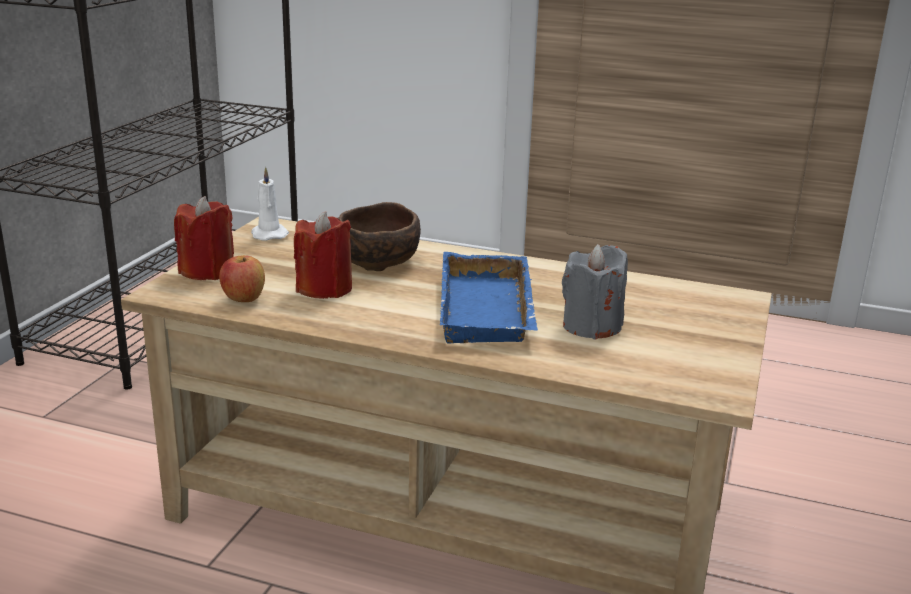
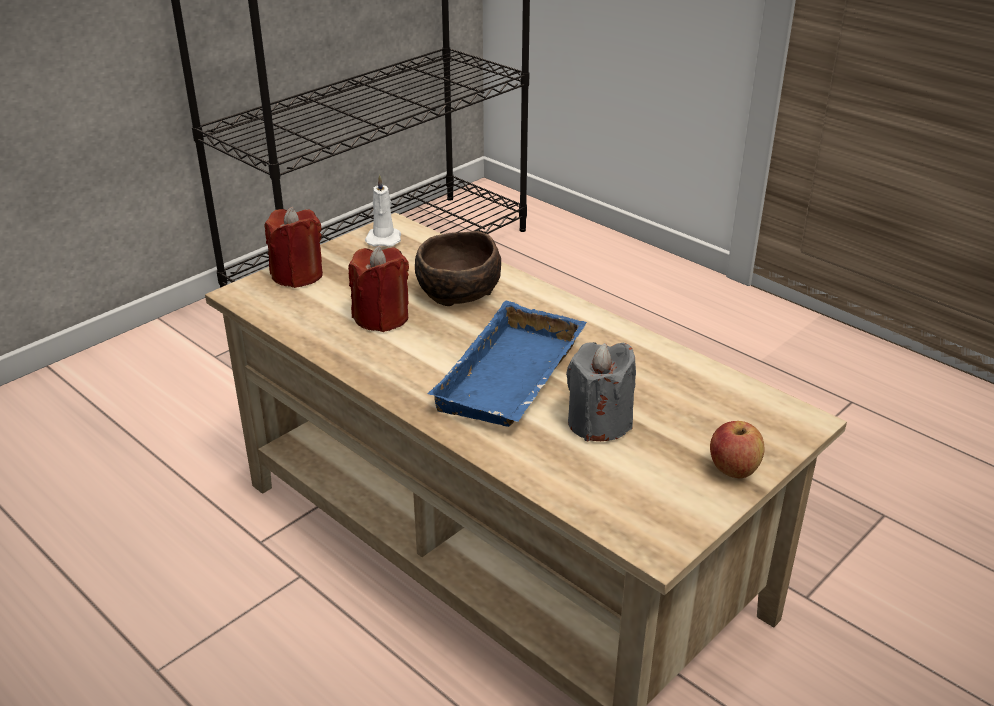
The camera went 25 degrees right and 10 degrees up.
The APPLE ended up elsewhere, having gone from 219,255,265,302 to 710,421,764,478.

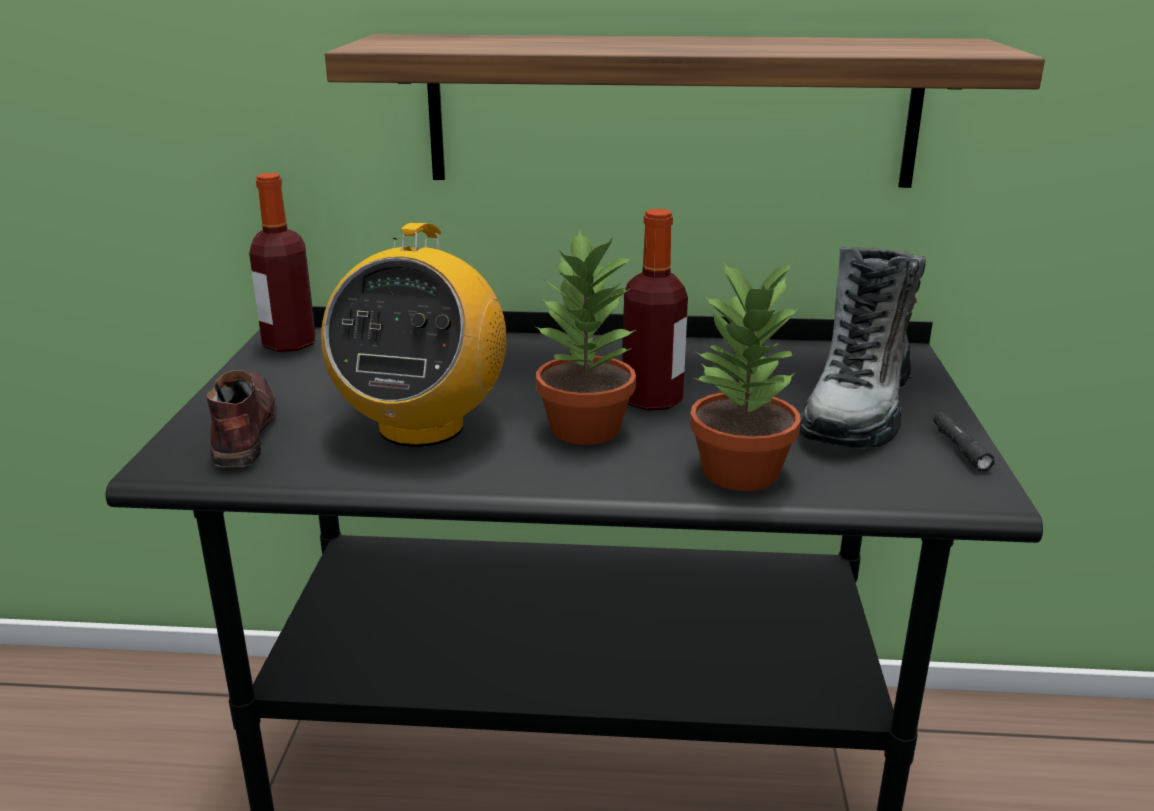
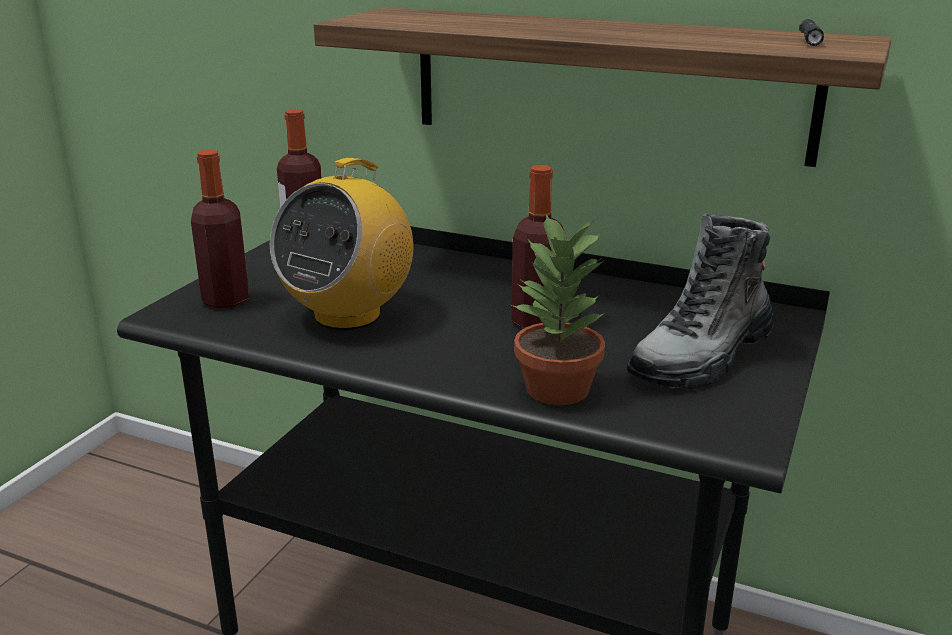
The camera went 20 degrees right and 0 degrees up.
The second view lost the POTTED PLANT at 535,230,636,445.
The BLACK FLASHLIGHT ended up elsewhere, having gone from 934,412,995,471 to 799,19,824,46.
Where the BROWN SHOE stood at 207,370,277,467, the BOTTLE came to stand at 191,149,249,308.

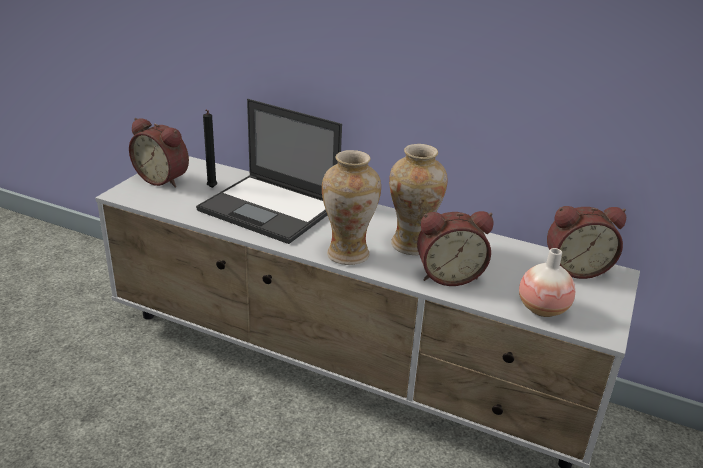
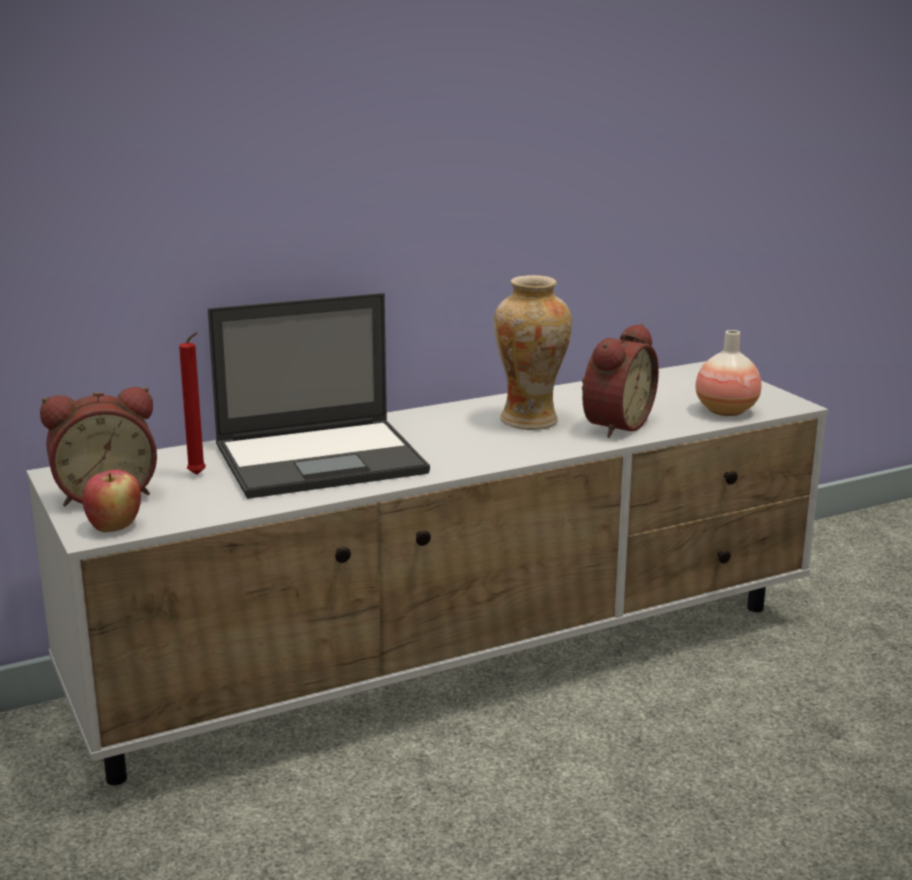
The camera went 50 degrees left and 10 degrees down.
The second view lost the VASE at 322,150,381,265.
The second view lost the ALARM CLOCK at 547,206,626,279.
The second view gained the APPLE at 83,469,141,532.
What was the BLACK CANDLE at 203,110,217,188 turned into the RED CANDLE at 179,332,206,475.

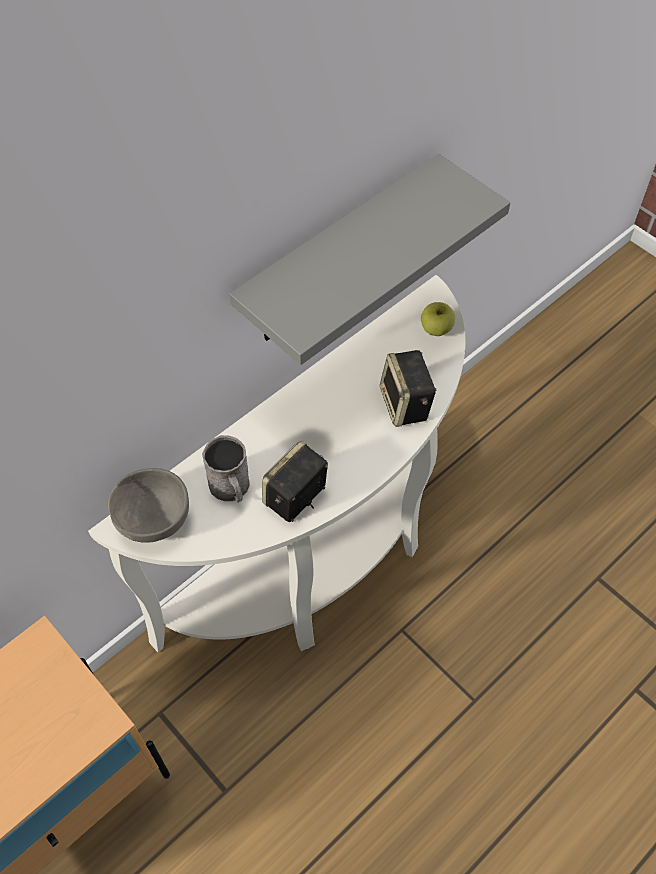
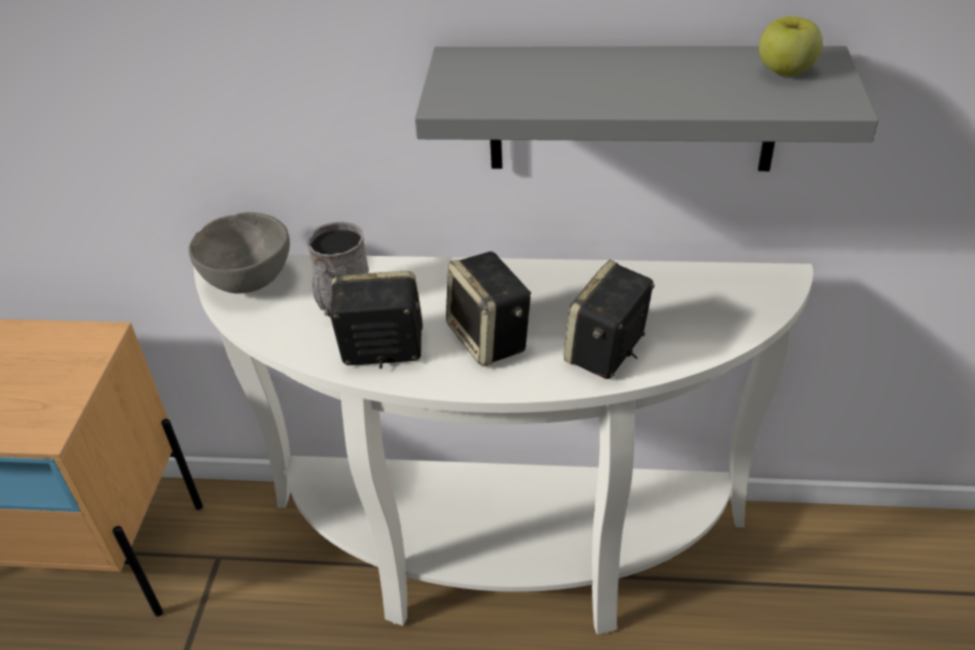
The camera went 50 degrees right and 15 degrees down.
The second view gained the SPEAKER at 446,252,531,367.
The APPLE ended up elsewhere, having gone from 421,302,455,336 to 759,16,823,76.

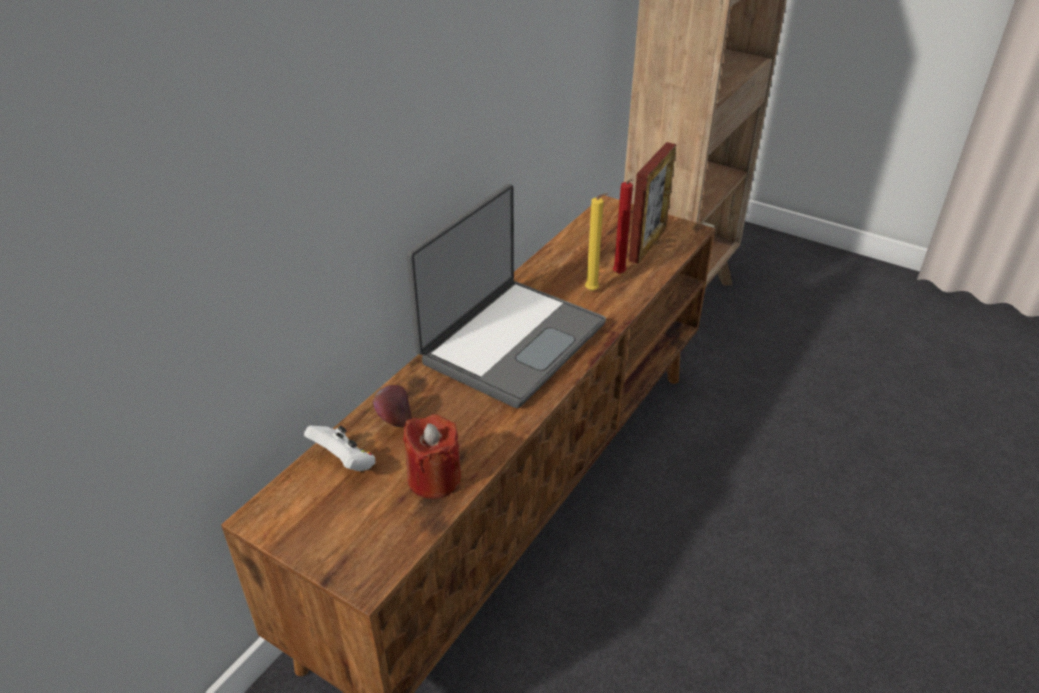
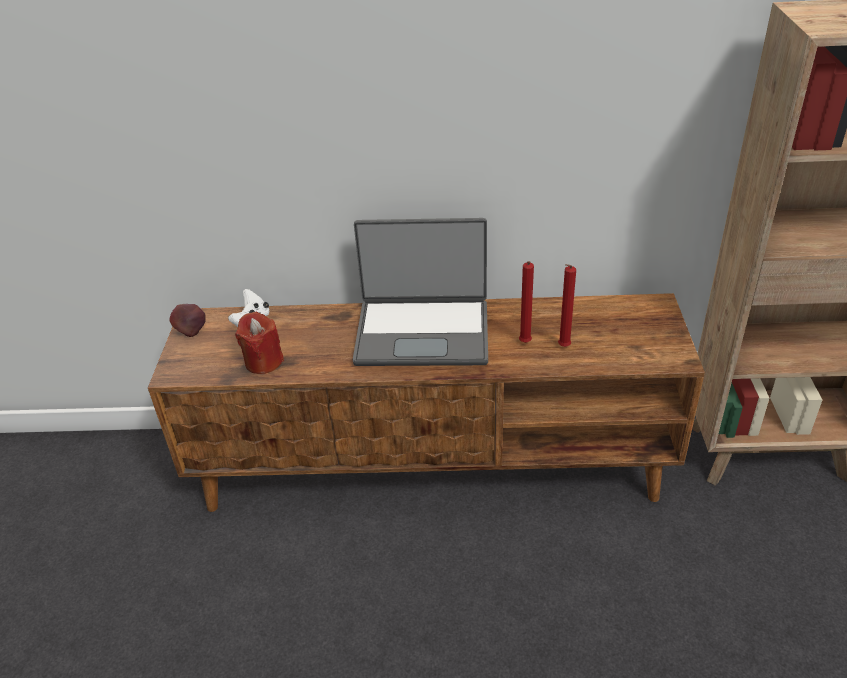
The camera went 60 degrees right and 0 degrees up.
The second view lost the PICTURE FRAME at 629,142,676,264.
The APPLE ended up elsewhere, having gone from 373,385,412,427 to 169,304,206,337.
What was the YELLOW CANDLE at 585,193,608,291 turned into the RED CANDLE at 519,261,534,343.

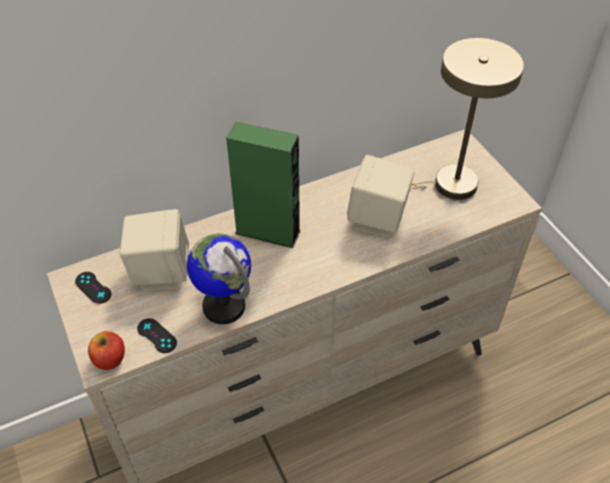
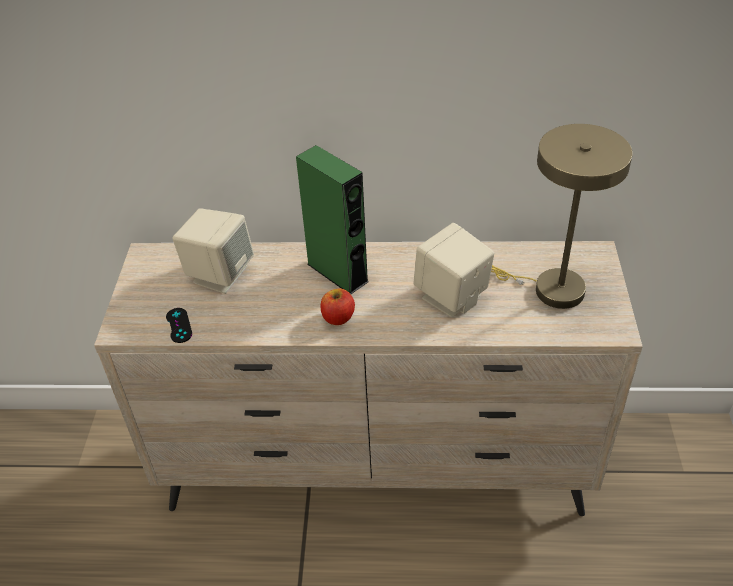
The camera went 30 degrees right and 5 degrees down.
The second view lost the BLACK GAME CONTROLLER at 75,272,111,304.
The second view lost the GLOBE at 187,234,251,324.
The APPLE ended up elsewhere, having gone from 88,331,125,370 to 321,288,355,325.

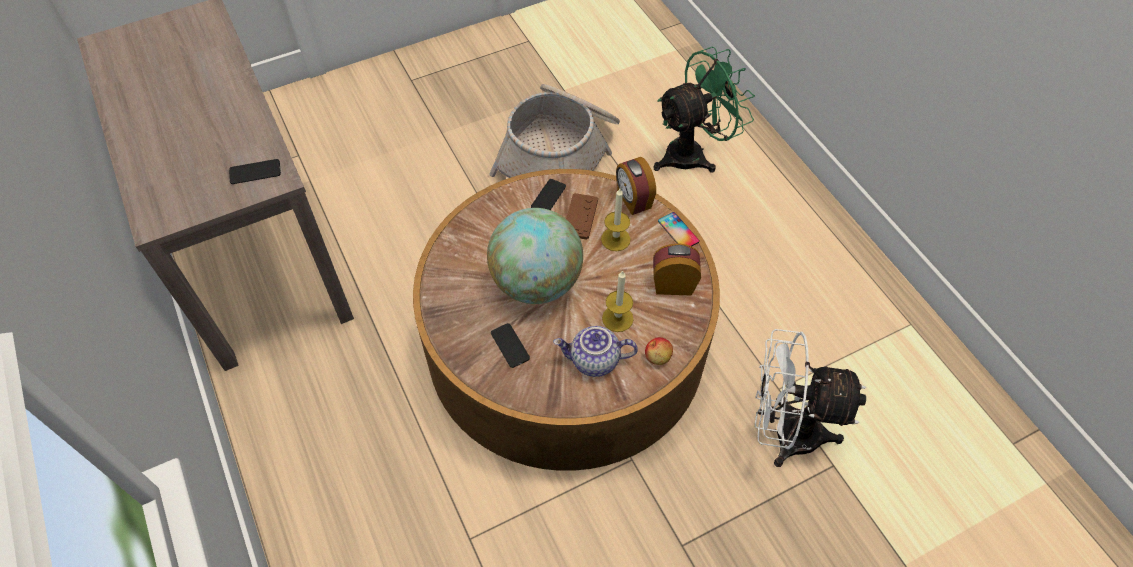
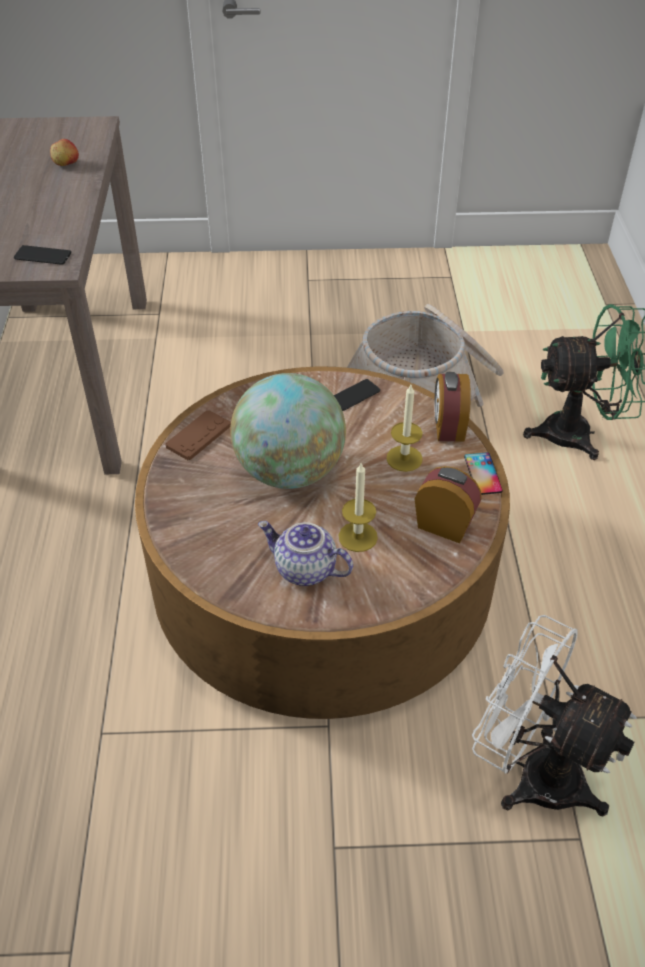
The camera went 25 degrees right and 10 degrees down.
The second view lost the PHONE at 491,323,530,368.
The BROWN GAME CONTROLLER ended up elsewhere, having gone from 566,193,598,240 to 166,410,231,460.
The APPLE ended up elsewhere, having gone from 645,337,673,365 to 50,139,79,166.

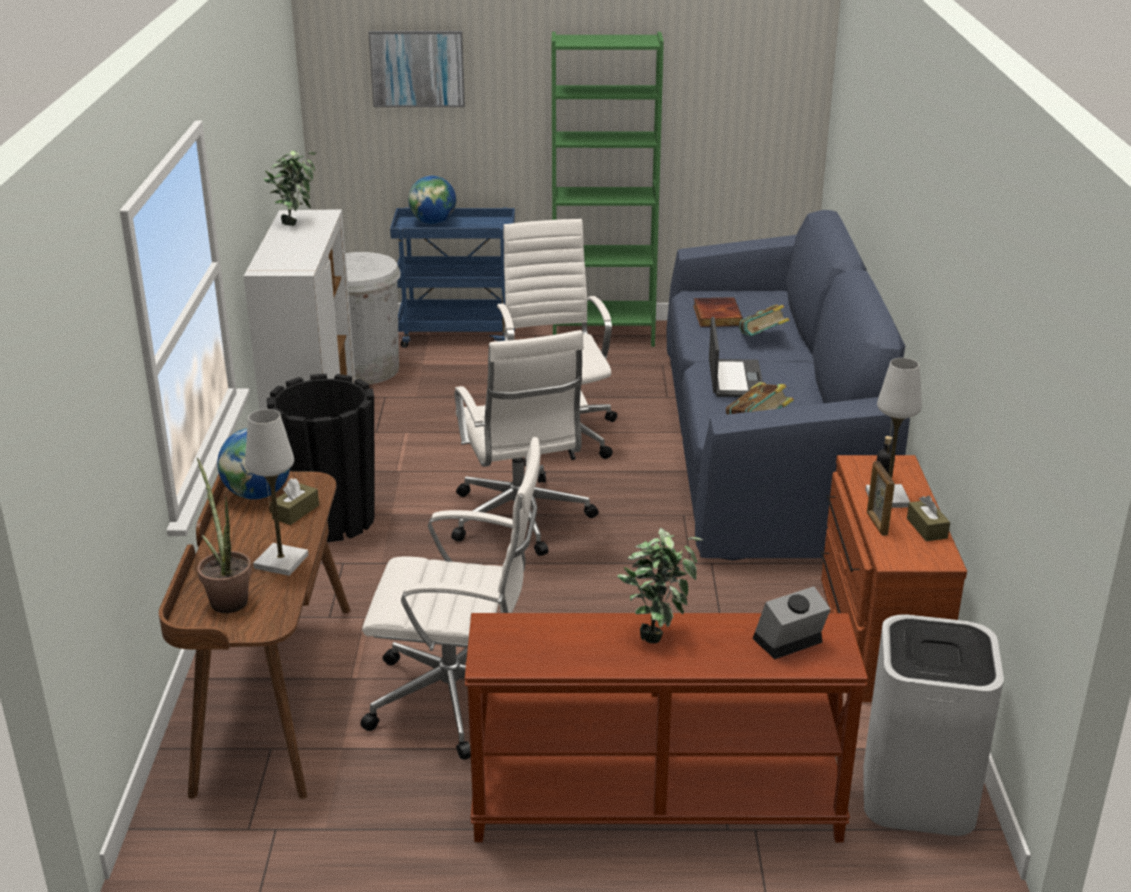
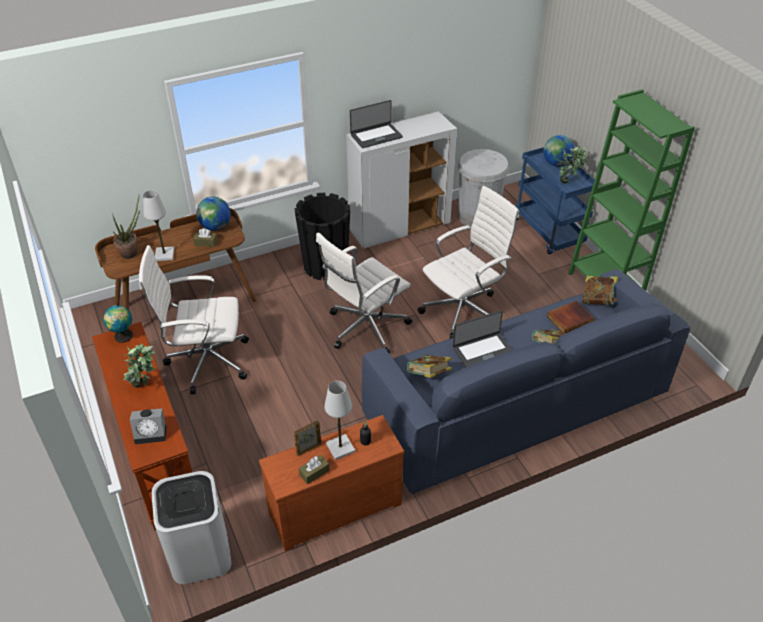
The camera went 65 degrees right and 15 degrees up.
The second view lost the PICTURE at 368,31,465,107.
The second view gained the GLOBE at 103,305,133,343.
The second view gained the LAPTOP at 350,100,403,148.
The second view gained the BOOK at 582,276,618,305.
The POTTED PLANT ended up elsewhere, having gone from 263,150,316,226 to 559,147,589,184.
The WHITE OFFICE CHAIR at 361,437,541,760 ended up facing another way, 105 degrees clockwise from before.
The ALARM CLOCK at 753,586,831,659 ended up facing another way, 135 degrees clockwise from before.

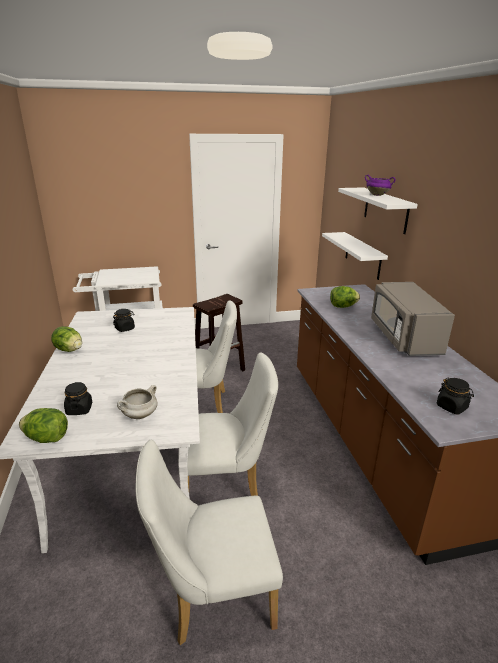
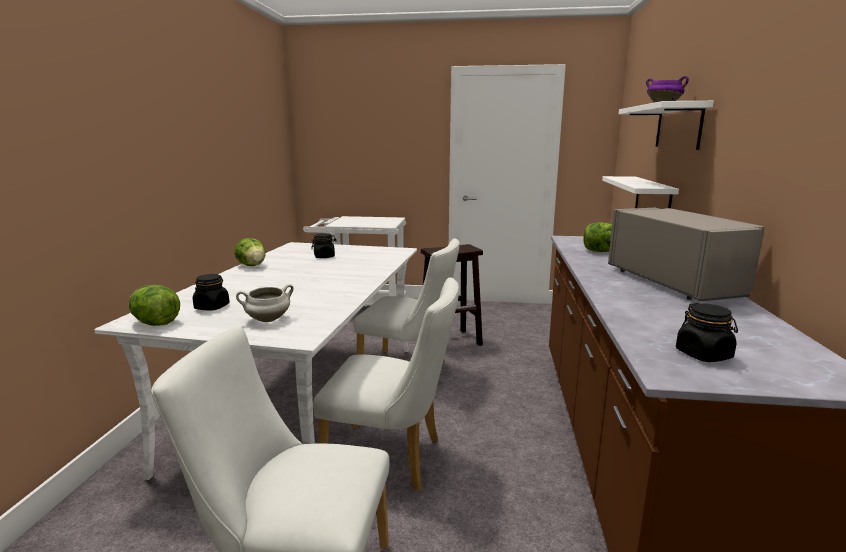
The camera went 20 degrees right and 10 degrees down.
The GREY MICROWAVE at 371,282,455,356 ended up facing another way, 150 degrees clockwise from before.

